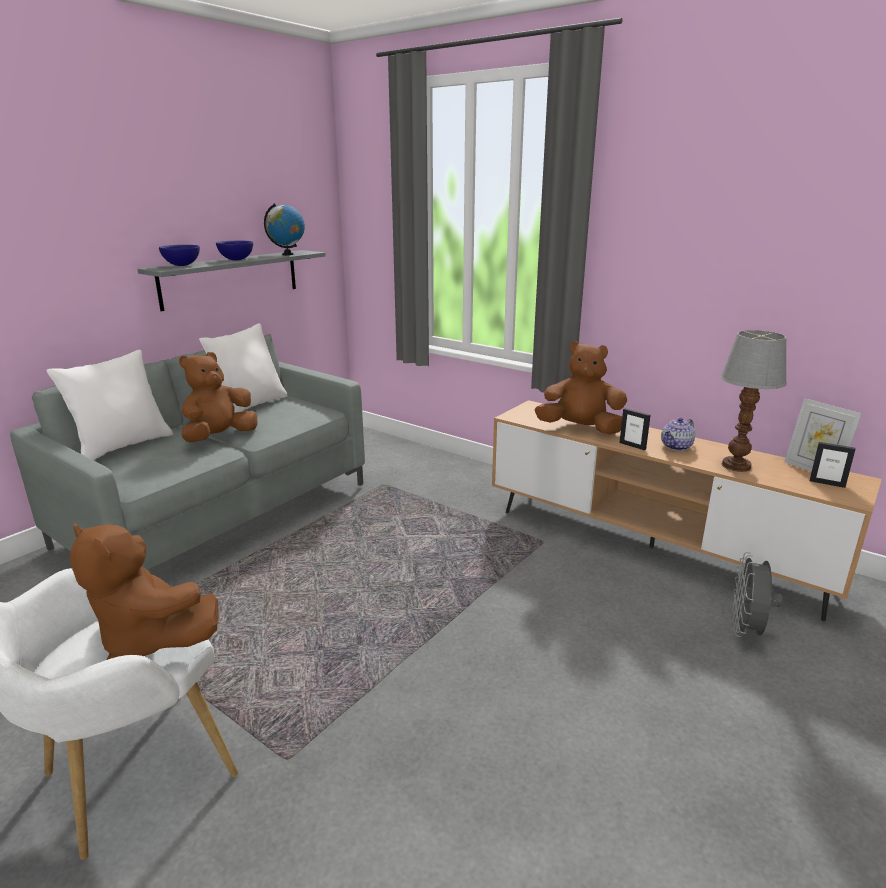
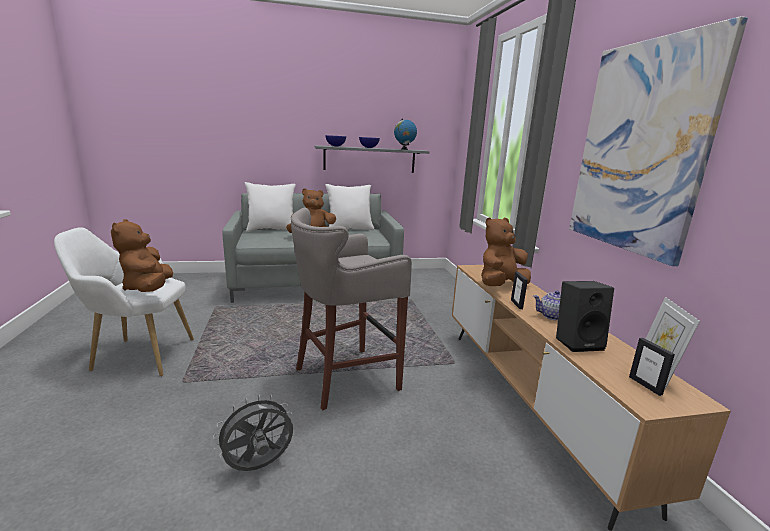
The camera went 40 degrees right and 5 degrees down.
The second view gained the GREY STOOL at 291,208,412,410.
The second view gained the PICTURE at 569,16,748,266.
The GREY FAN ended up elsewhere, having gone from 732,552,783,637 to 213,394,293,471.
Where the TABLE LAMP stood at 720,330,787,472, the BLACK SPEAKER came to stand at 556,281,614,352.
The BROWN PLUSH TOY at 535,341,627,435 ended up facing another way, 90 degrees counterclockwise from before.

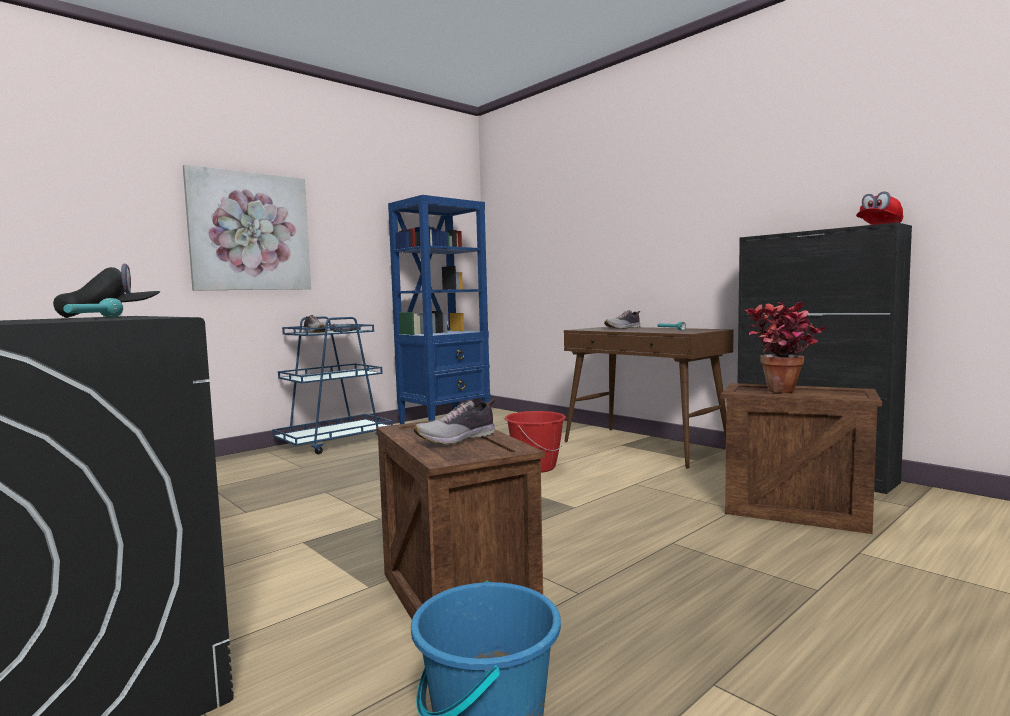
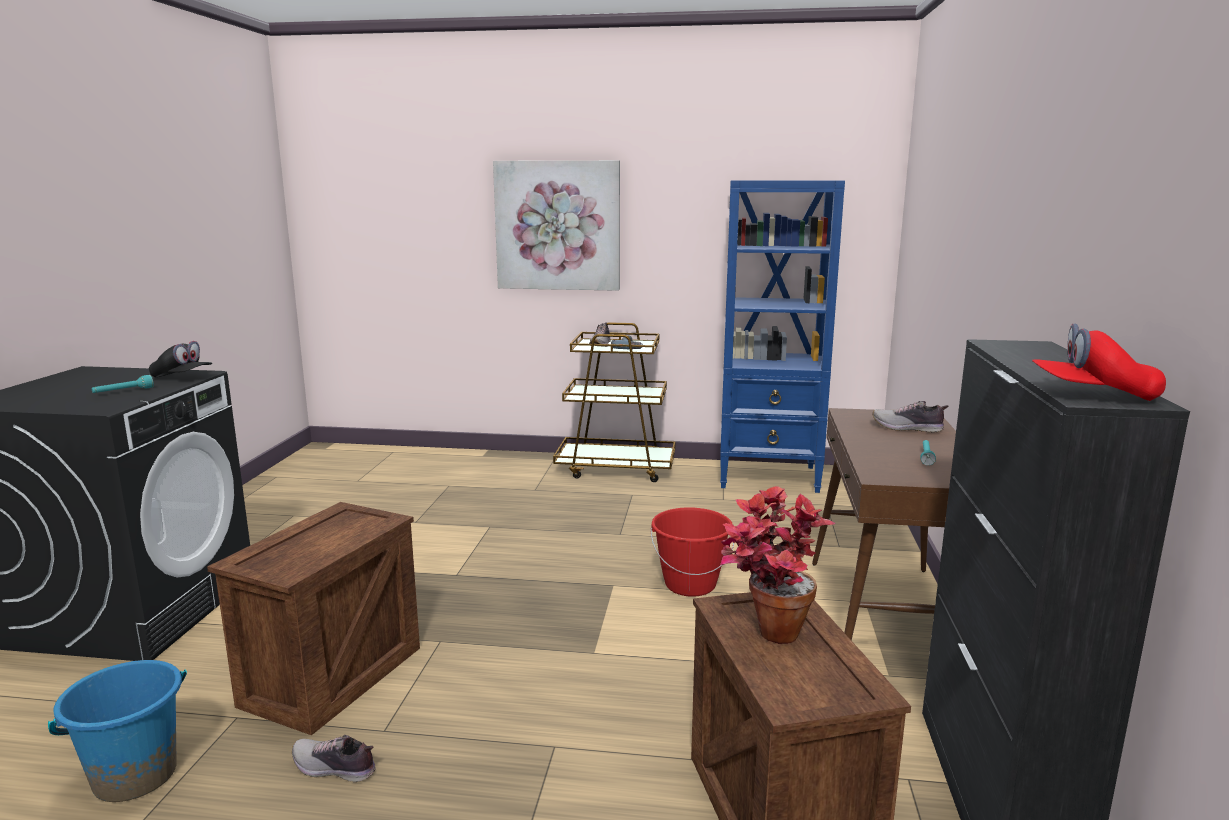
The camera went 50 degrees right and 10 degrees up.
The SHOE ended up elsewhere, having gone from 414,399,495,445 to 292,735,376,782.
What was the BLUE CART at 272,316,393,454 turned into the BROWN CART at 553,322,675,482.

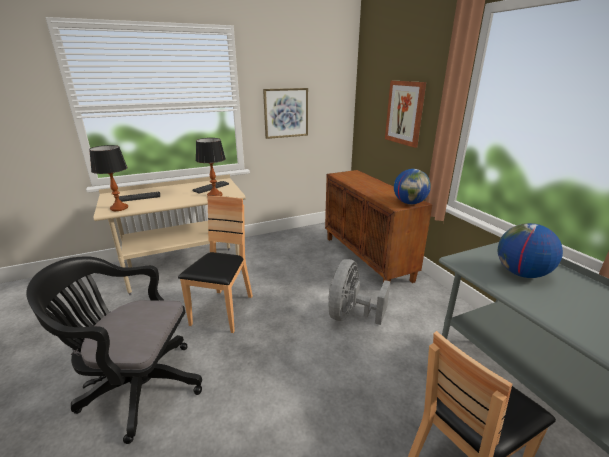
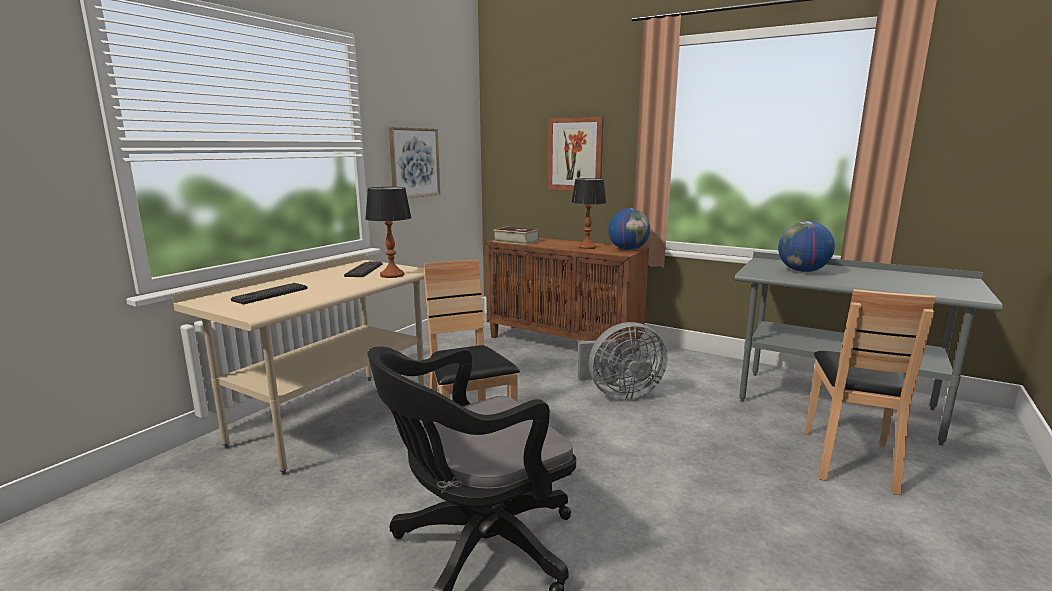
The camera went 35 degrees left and 10 degrees down.
The second view gained the BOOK at 493,227,539,245.
The TABLE LAMP ended up elsewhere, having gone from 89,145,128,211 to 571,178,606,249.
The GREY FAN at 328,259,390,325 ended up facing another way, 90 degrees counterclockwise from before.

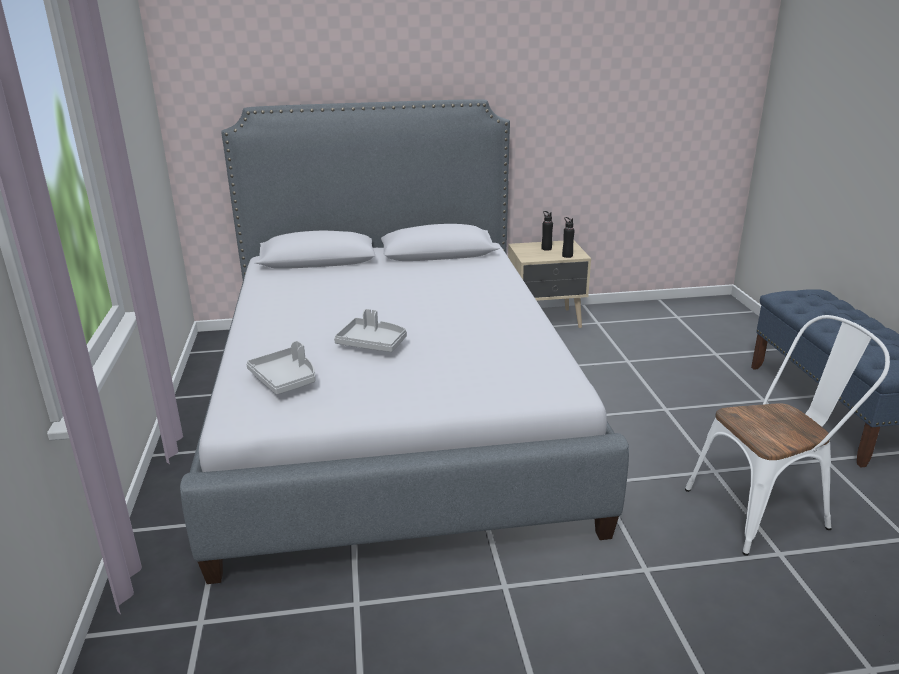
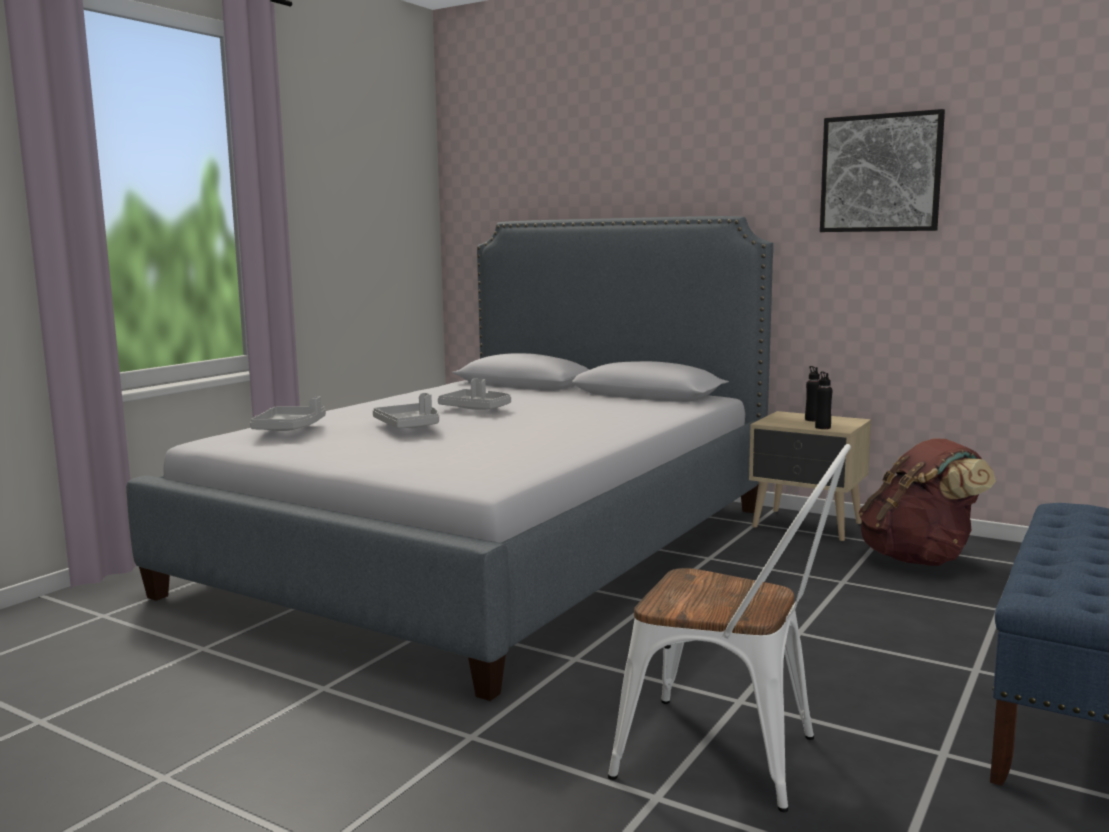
The camera went 40 degrees right and 15 degrees down.
The second view gained the GREY TRAY at 438,379,511,410.
The second view gained the PICTURE at 820,109,945,232.
The second view gained the BROWN BACKPACK at 859,438,996,566.

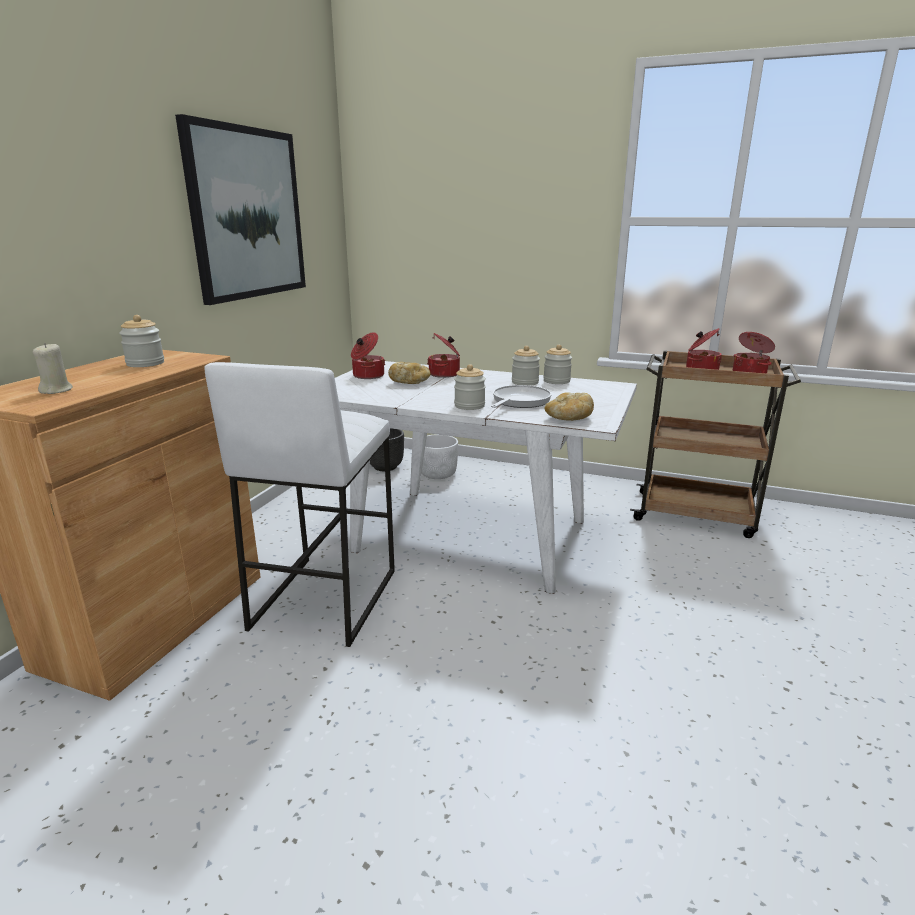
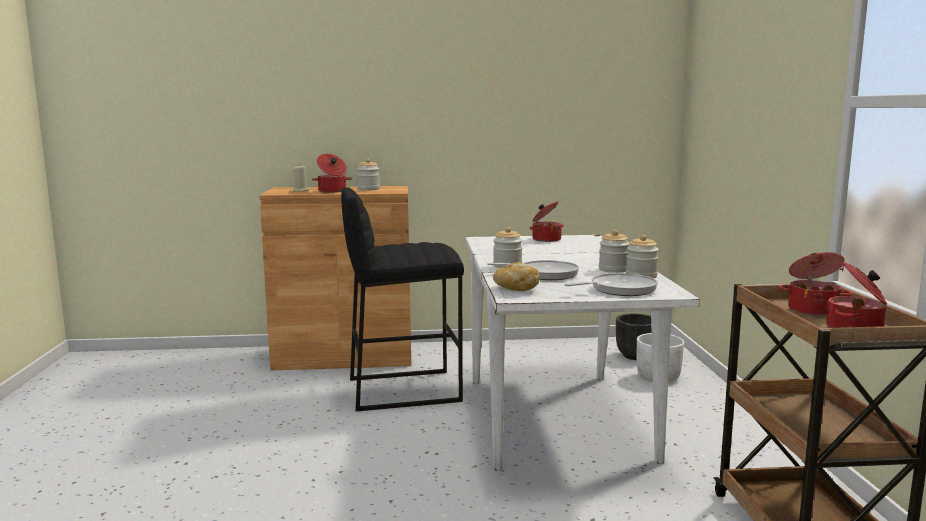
The camera went 65 degrees right and 10 degrees down.
The second view lost the PICTURE at 175,114,306,305.
The second view lost the BREAD at 388,362,431,384.
The second view gained the FRYING PAN at 564,273,658,296.
The COOKING POT ended up elsewhere, having gone from 427,333,460,378 to 312,154,352,193.
What was the WHITE STOOL at 204,362,395,647 turned into the BLACK STOOL at 341,187,464,411.

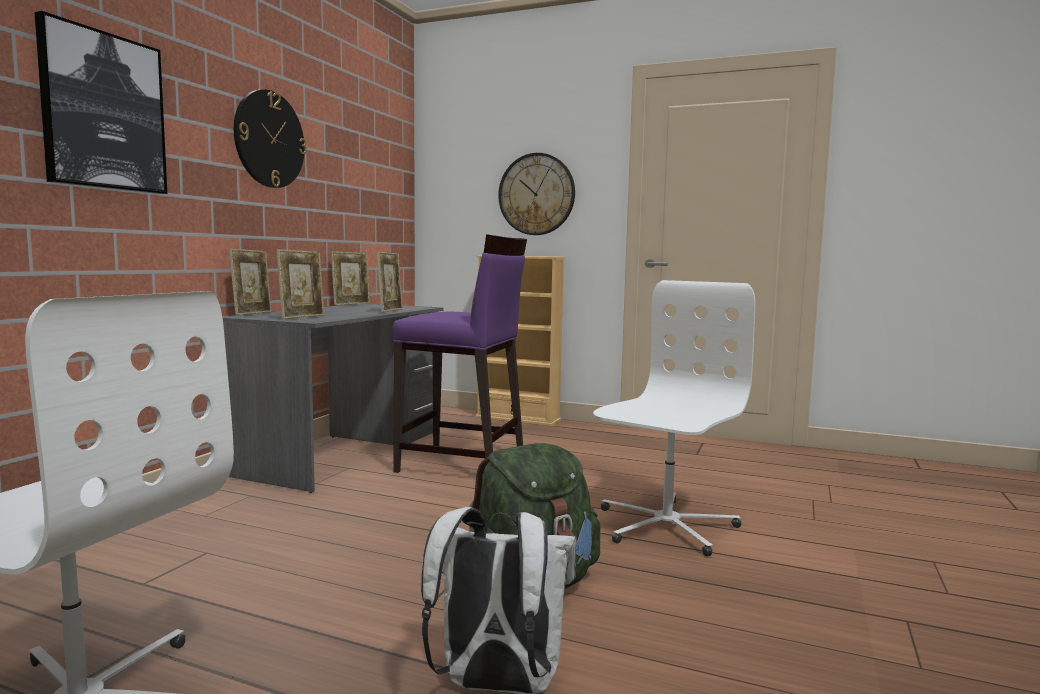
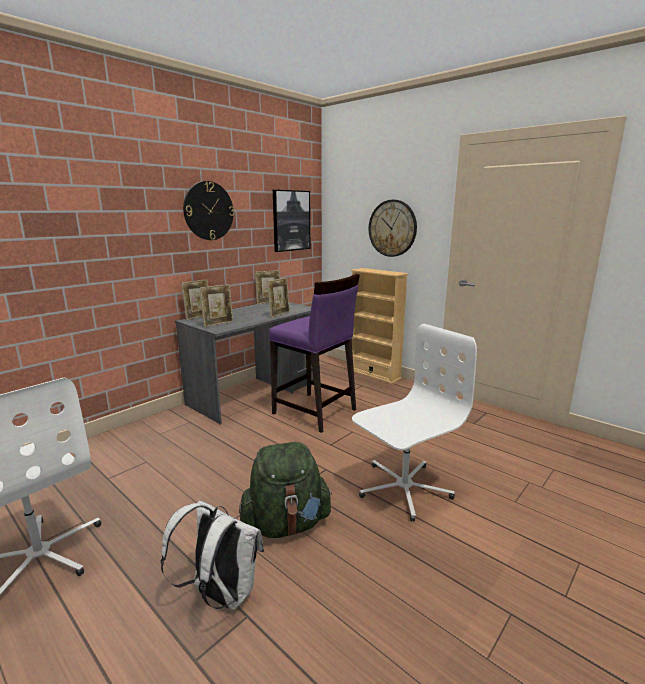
The camera went 20 degrees right and 10 degrees up.
The PICTURE ended up elsewhere, having gone from 35,11,167,194 to 273,190,310,252.

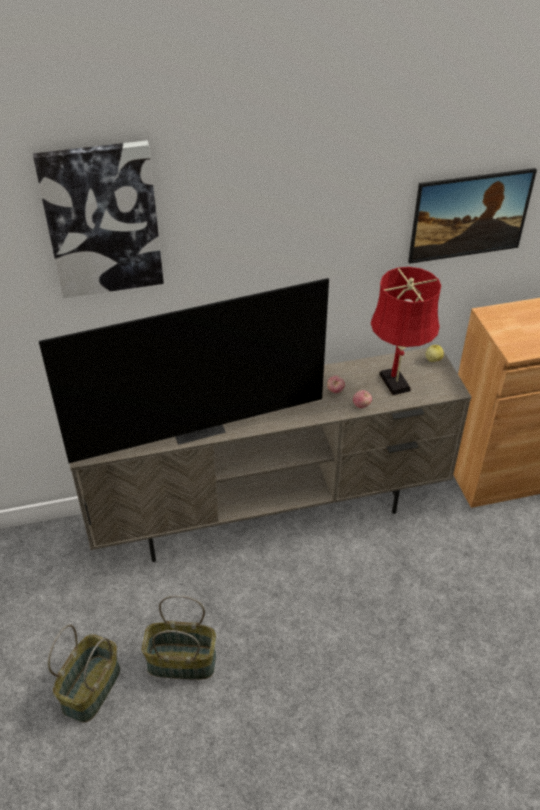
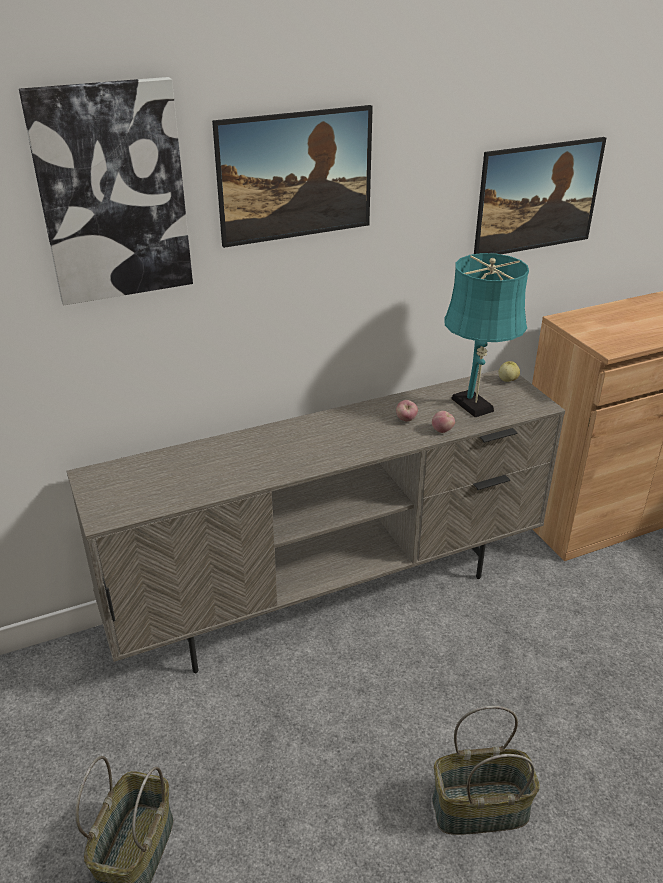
The camera went 10 degrees left and 10 degrees down.
The second view lost the TELEVISION at 39,278,329,463.
The second view gained the PICTURE at 212,105,373,248.
The BASKET ended up elsewhere, having gone from 142,595,216,680 to 432,706,540,835.
What was the RED TABLE LAMP at 371,267,441,395 turned into the TURQUOISE TABLE LAMP at 444,253,529,417.

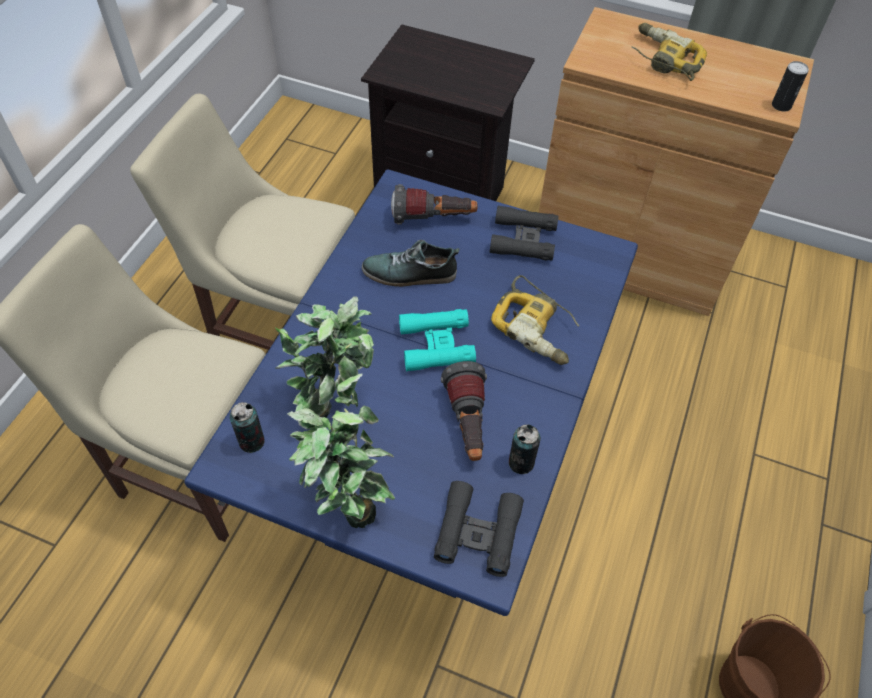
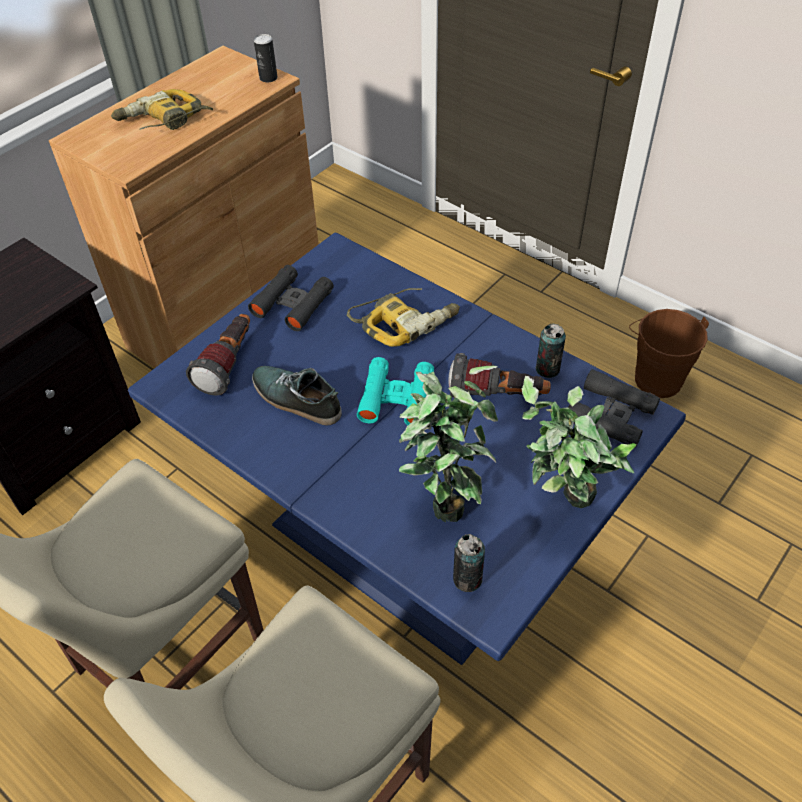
The camera went 70 degrees left and 5 degrees down.
The SHOE at 362,240,459,287 ended up facing another way, 105 degrees clockwise from before.

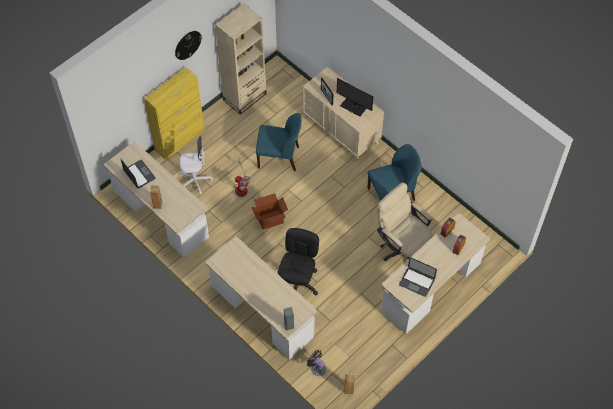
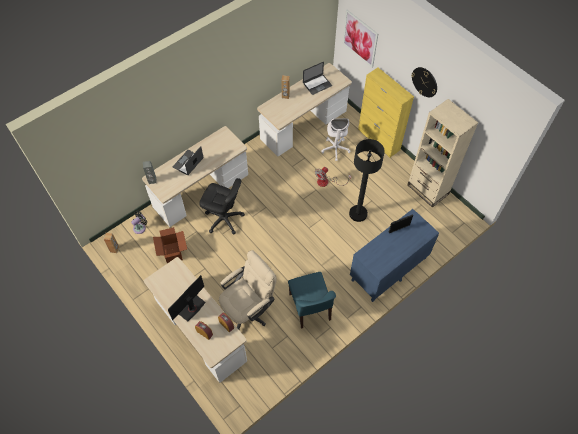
The camera went 95 degrees right and 0 degrees up.
The second view gained the PICTURE at 343,10,378,68.
The CARDBOARD BOX ended up elsewhere, having gone from 252,193,288,230 to 153,227,187,263.
The MONITOR ended up elsewhere, having gone from 337,78,373,116 to 168,275,206,321.
The LAPTOP ended up elsewhere, having gone from 399,257,437,297 to 173,146,203,175.
Where the BLUE CHAIR stood at 256,113,302,171, the BLACK FLOOR LAMP came to stand at 349,139,385,222.
What was the BEIGE DRESSER at 303,67,384,162 turned into the BLUE DRESSER at 350,209,439,302.

